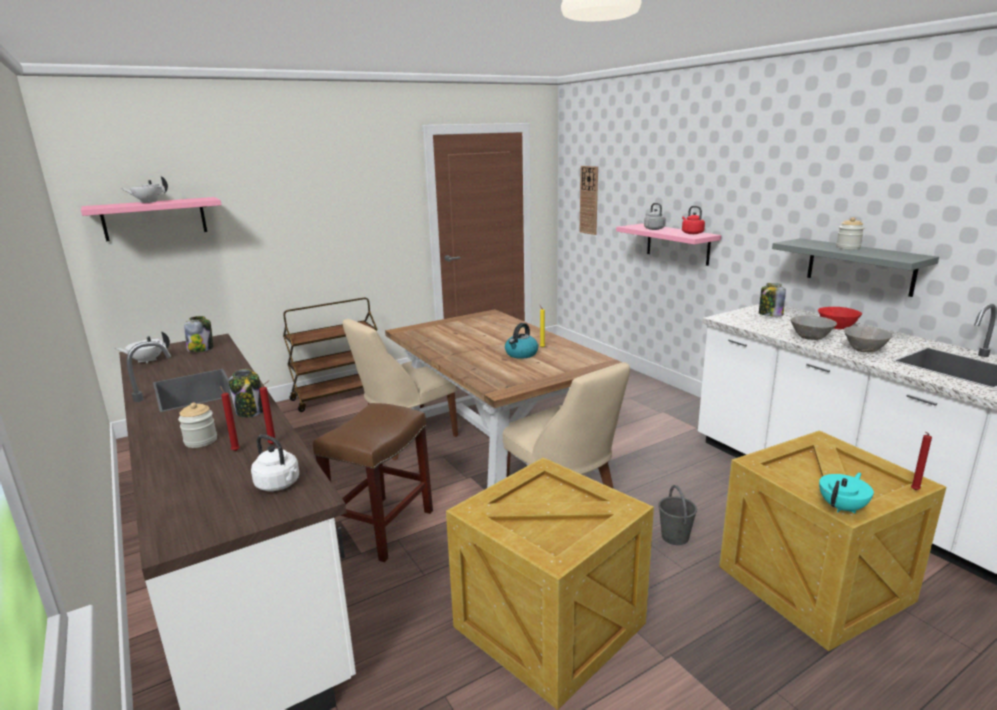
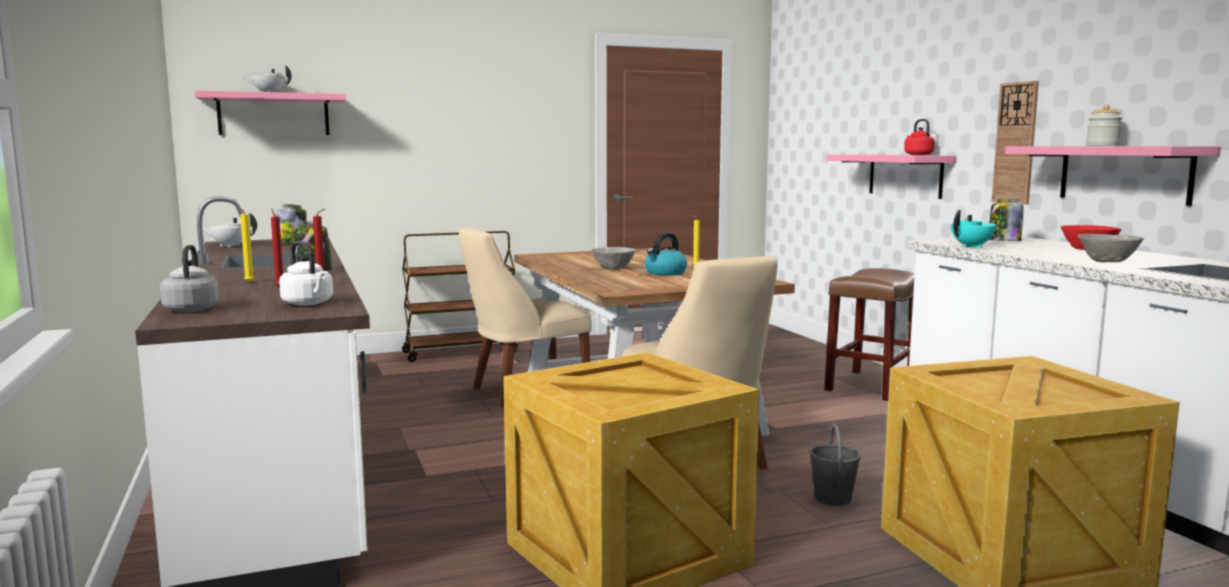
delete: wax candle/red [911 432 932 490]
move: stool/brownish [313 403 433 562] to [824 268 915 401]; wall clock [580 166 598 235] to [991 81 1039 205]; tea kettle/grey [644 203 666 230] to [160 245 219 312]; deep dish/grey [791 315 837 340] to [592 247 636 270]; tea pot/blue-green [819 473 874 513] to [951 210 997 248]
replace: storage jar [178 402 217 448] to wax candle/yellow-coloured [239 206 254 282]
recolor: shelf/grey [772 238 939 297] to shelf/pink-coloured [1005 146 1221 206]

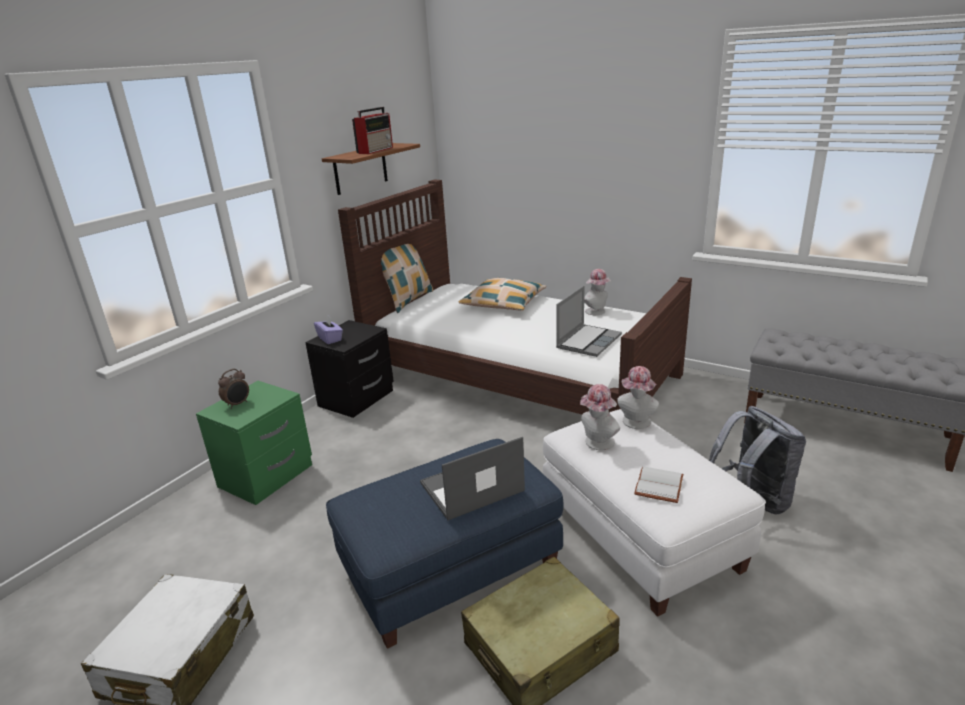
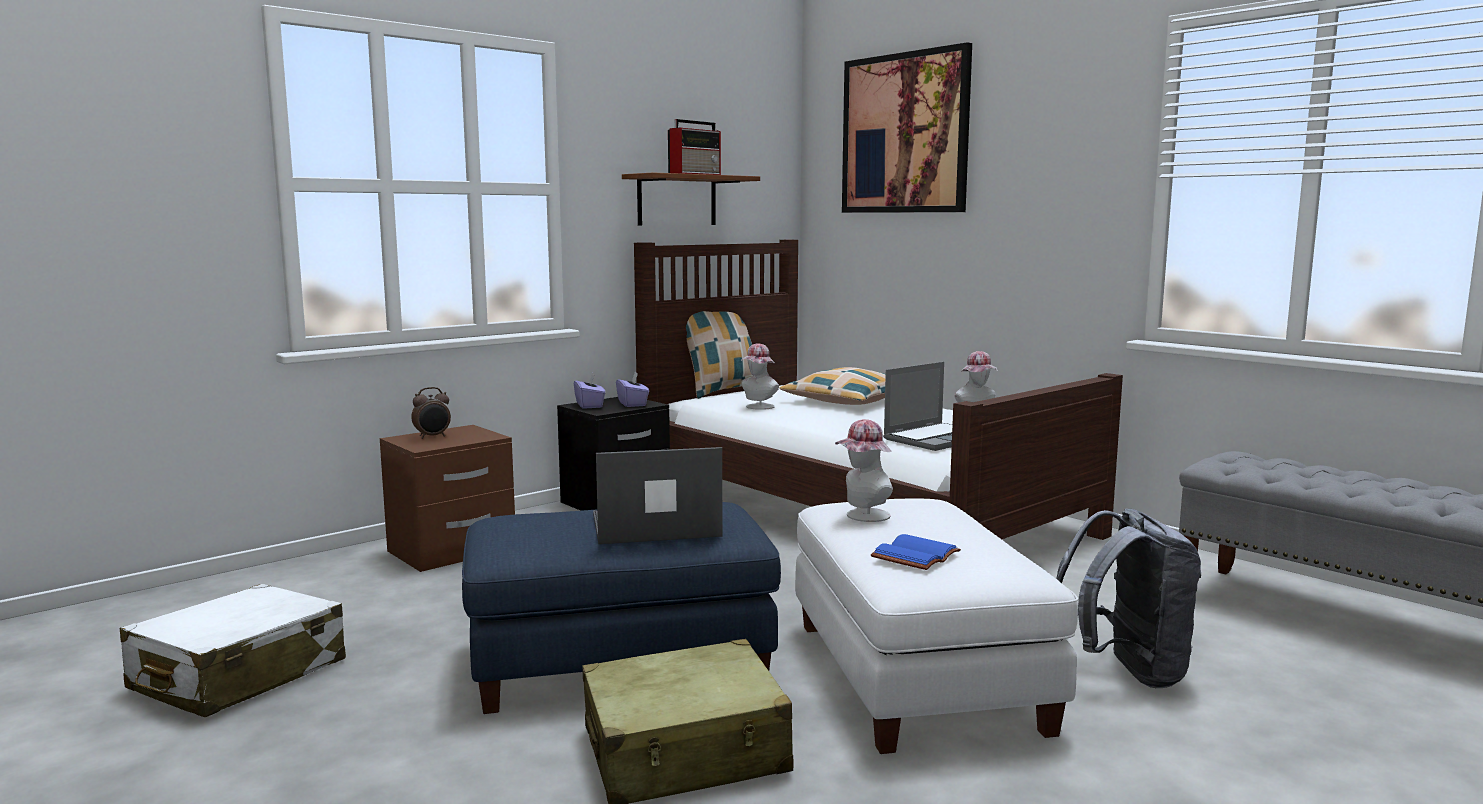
insert: tissue box/purple-coloured [616 372 649 407]; wall picture [842 42 972 213]
move: clothing hat [617 366 659 429] to [741 343 779 410]
recolor: nightstand/green [196 381 312 505] to nightstand/brownish [380 425 515 572]; bound book/whitish [634 466 683 503] to bound book/blue [871 534 961 570]

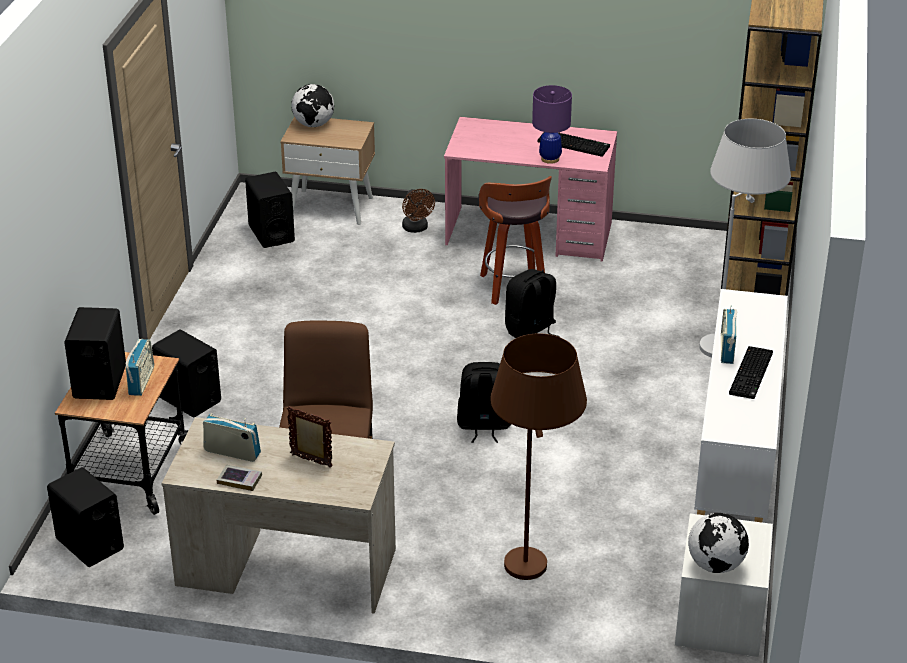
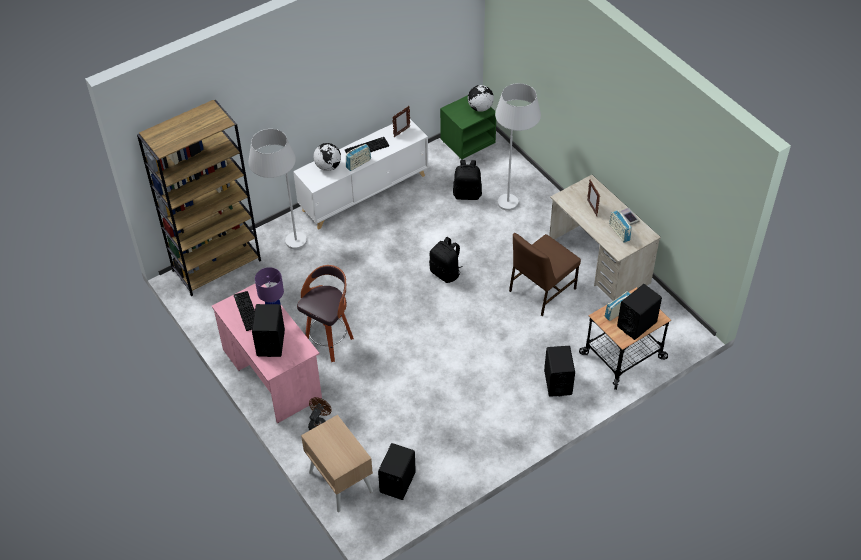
insert: standing frame [392 106 410 137]
move: audio speaker/black-coloured [47 467 124 567] to [252 304 285 357]; world globe [291 84 334 127] to [313 143 341 171]; rucksack/black-coloured [505 269 560 338] to [453 160 482 200]
recolor: standing lamp/brownish [490 333 587 580] to standing lamp/whitish [495 83 541 211]; nightstand/whitish [675 514 773 657] to nightstand/green [440 95 496 160]

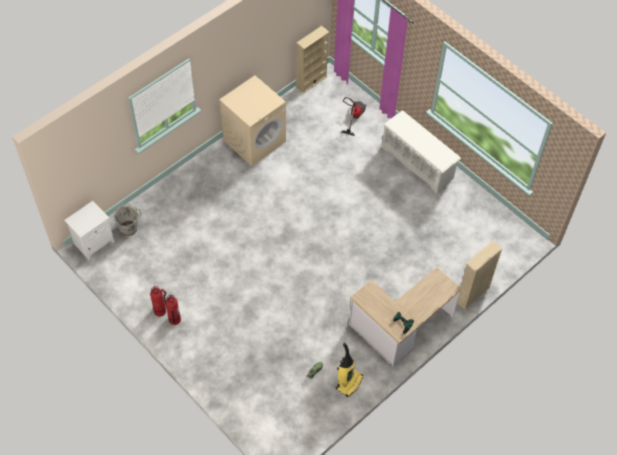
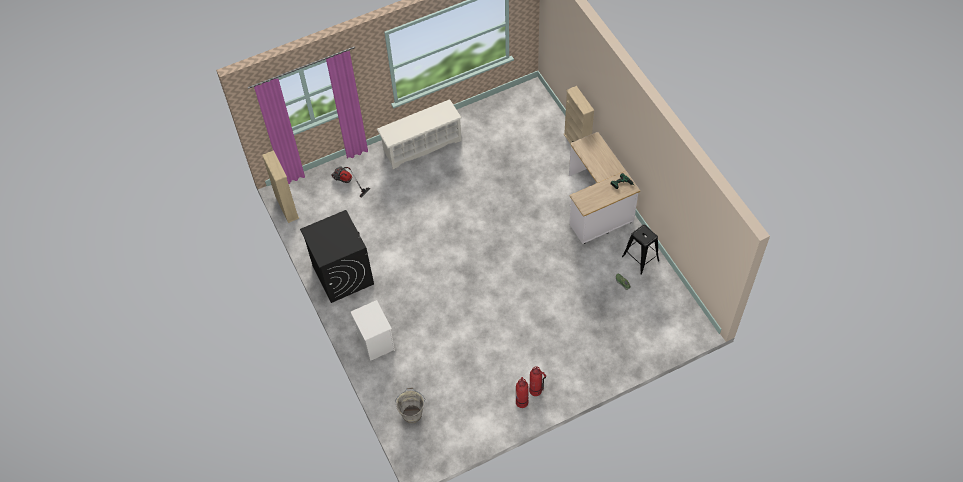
move: nightstand/whitish [64 201 114 261] to [351 300 395 361]
replace: vacuum [336 343 363 397] to stool/black-coloured [622 224 659 275]
recolor: laundry appliance/beige [219 75 286 166] to laundry appliance/black-coloured [300 210 374 303]

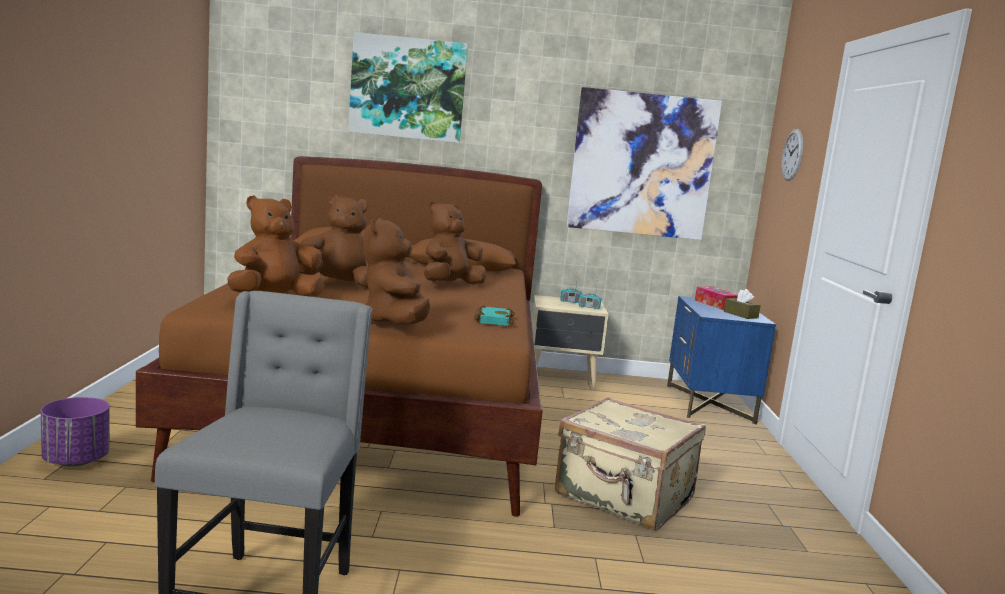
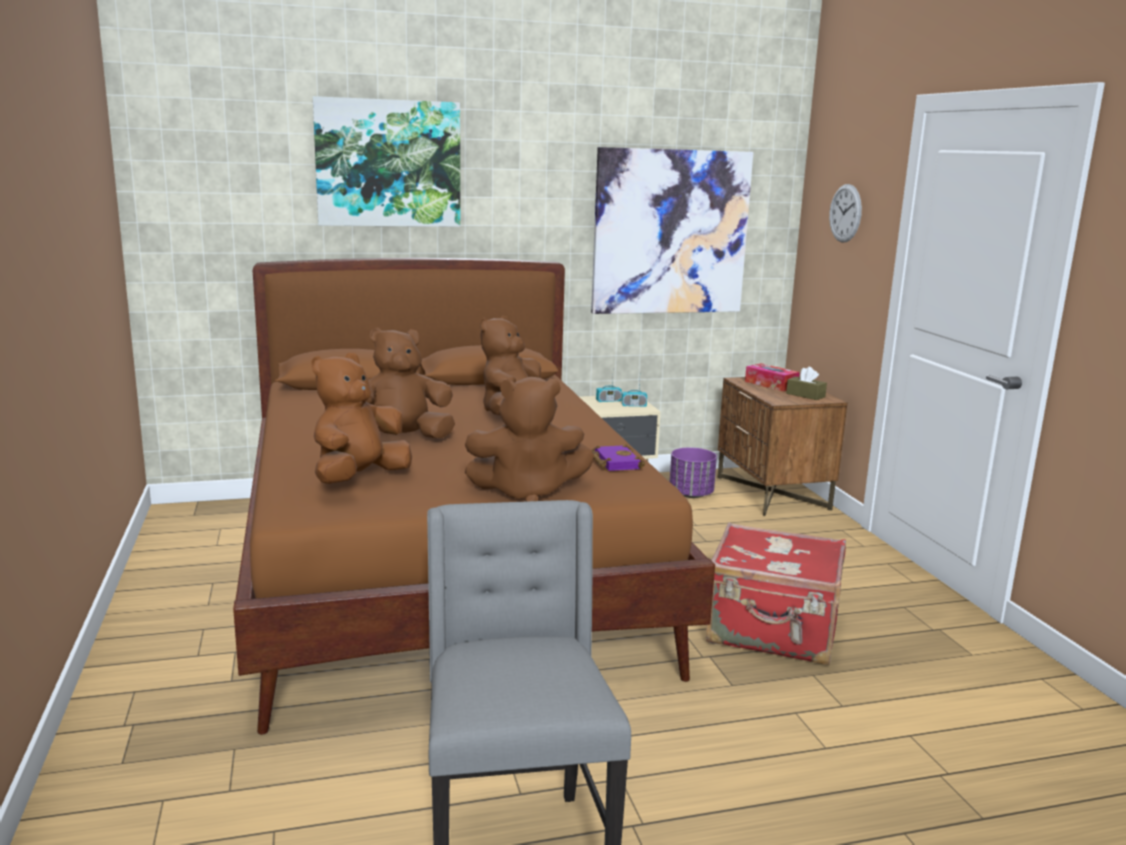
move: plant pot/purple-coloured [41 397 110 466] to [670 448 717 498]
recolor: bound book/blue-green [474 305 515 326] to bound book/purple-coloured [591 444 645 471]; suitcase/beige [555 397 706 531] to suitcase/red [706 523 846 665]; nightstand/blue [667 296 776 425] to nightstand/brownish [718 377 848 516]
rotate: cuddly toy/brownish [363 218 430 325] = [465 377 594 502] 75 degrees counterclockwise

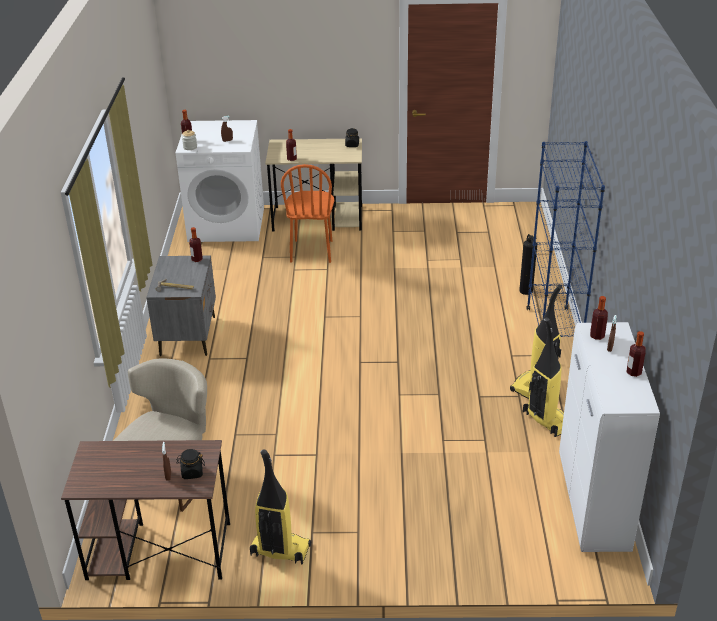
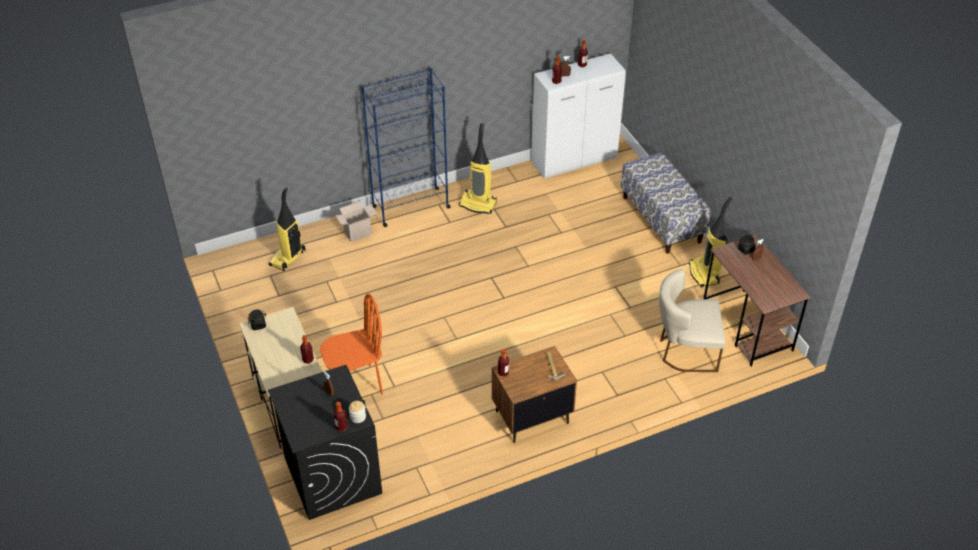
insert: bench [621 153 711 254]
move: vacuum [523 317 564 437] to [268 188 306 271]
replace: fire extinguisher [519 234 537 295] to carton [335 202 377 242]
recolor: nightstand/grey [146 255 216 356] to nightstand/brownish [492 346 577 443]; laundry appliance/whitish [176 120 264 242] to laundry appliance/black-coloured [268 365 382 520]

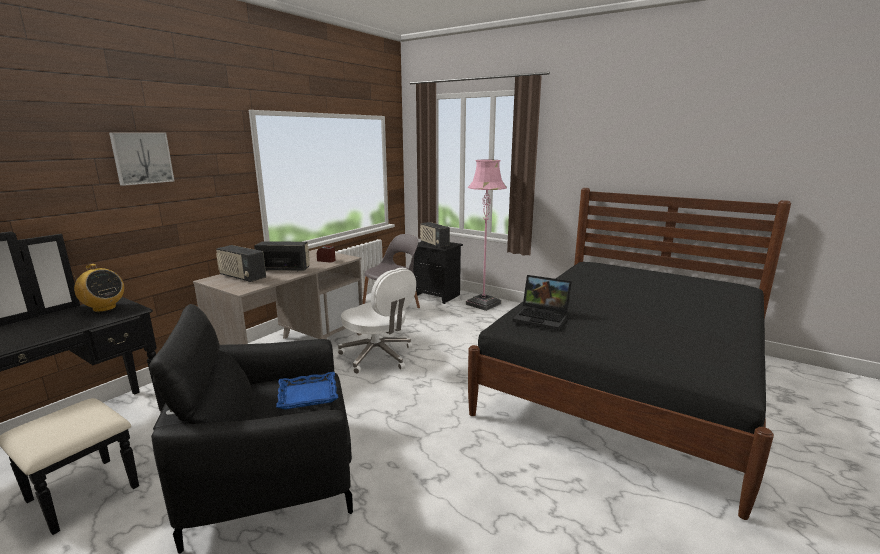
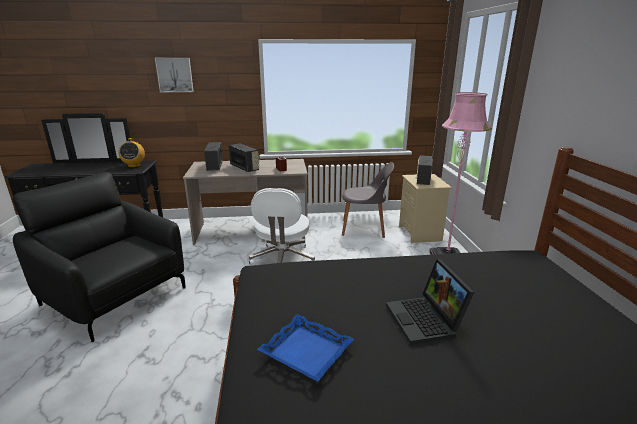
move: serving tray/blue [276 372 338 409] to [257 314 354 382]; laptop [513 275 572 331] to [386 259 474 345]
recolor: nightstand/black-coloured [413 241 463 304] to nightstand/beige [399 174 452 243]

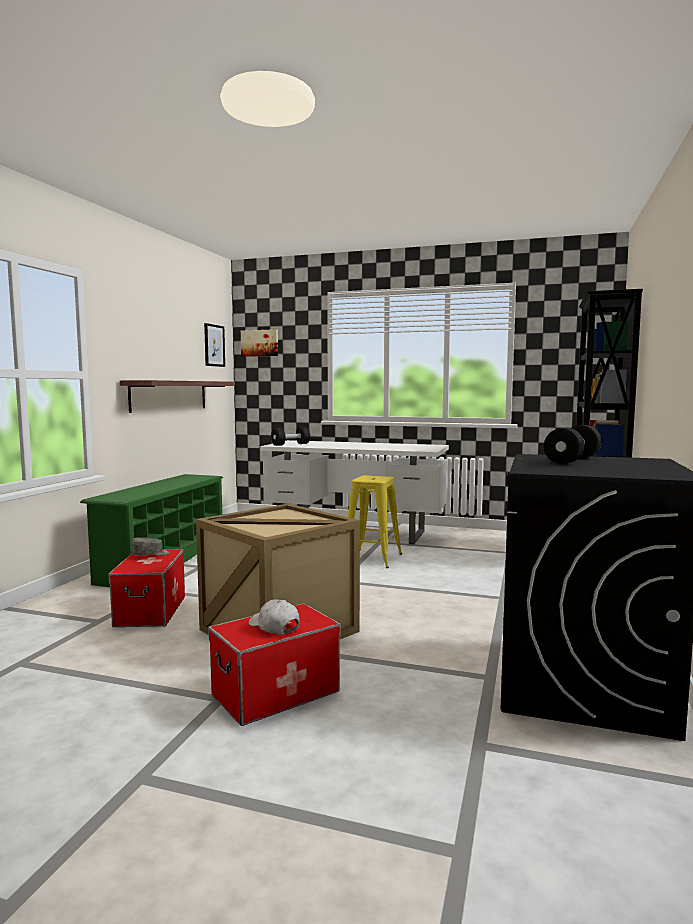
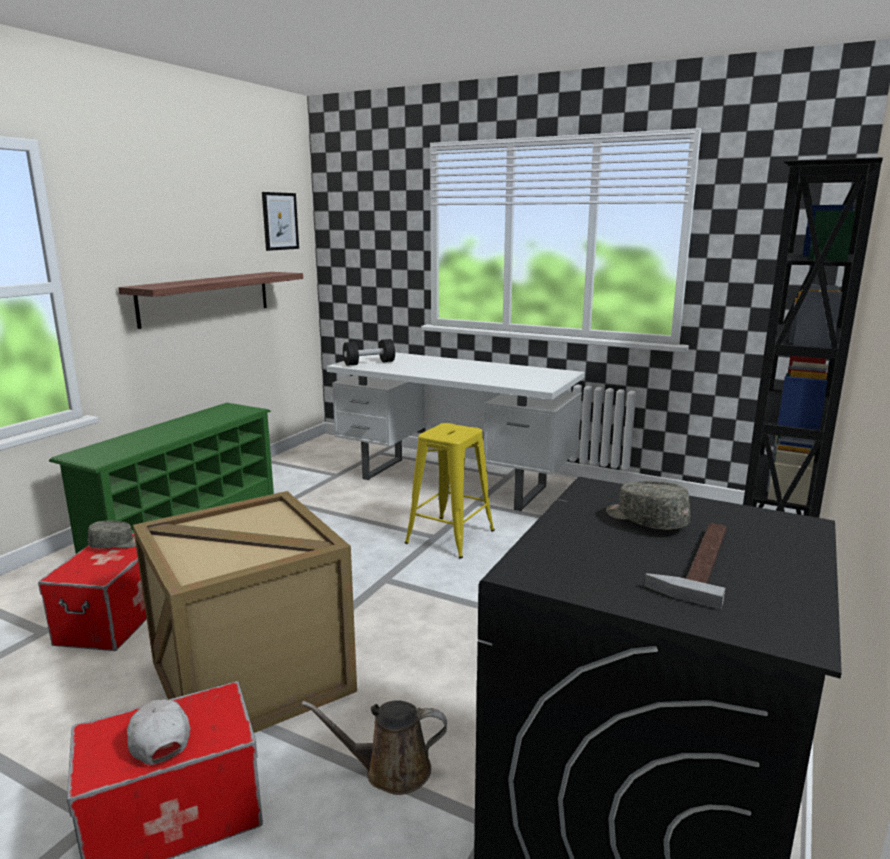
delete: wall picture [241 329 278 357]
insert: watering pot/brownish [301 700 447 795]; hammer [644 523 726 609]
replace: dumbbell/black-coloured [544 425 602 464] to peaked cap/grey [606 481 690 530]

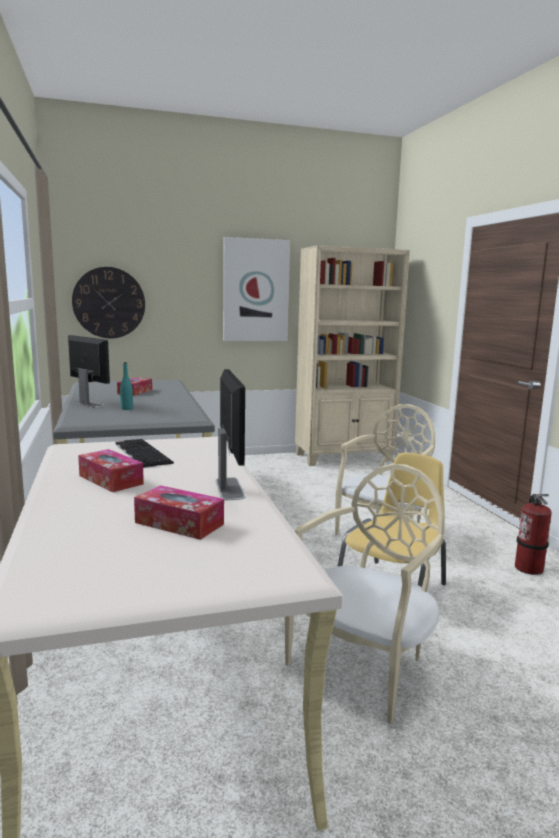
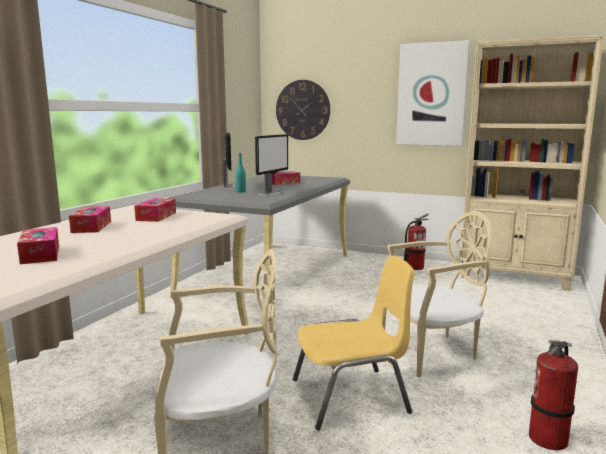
insert: fire extinguisher [404 213 429 270]
move: monitor [216 369 246 500] to [255 134 288 196]
replace: computer keyboard [116 439 174 468] to tissue box [134 198 176 222]

